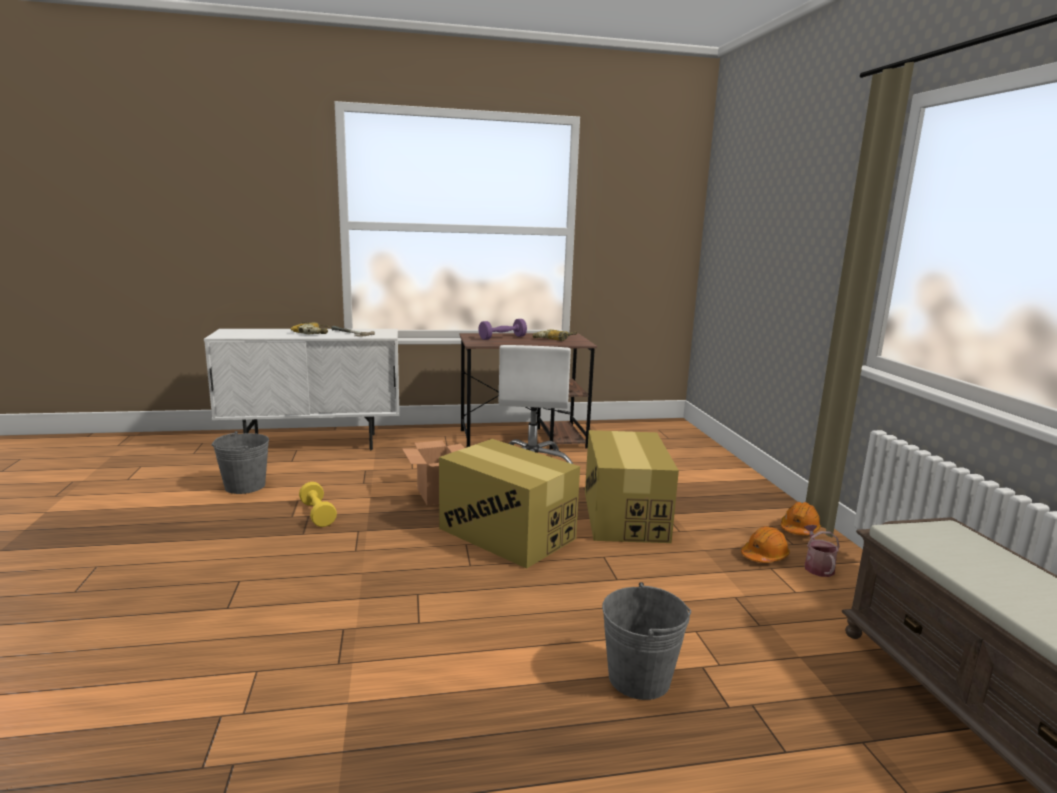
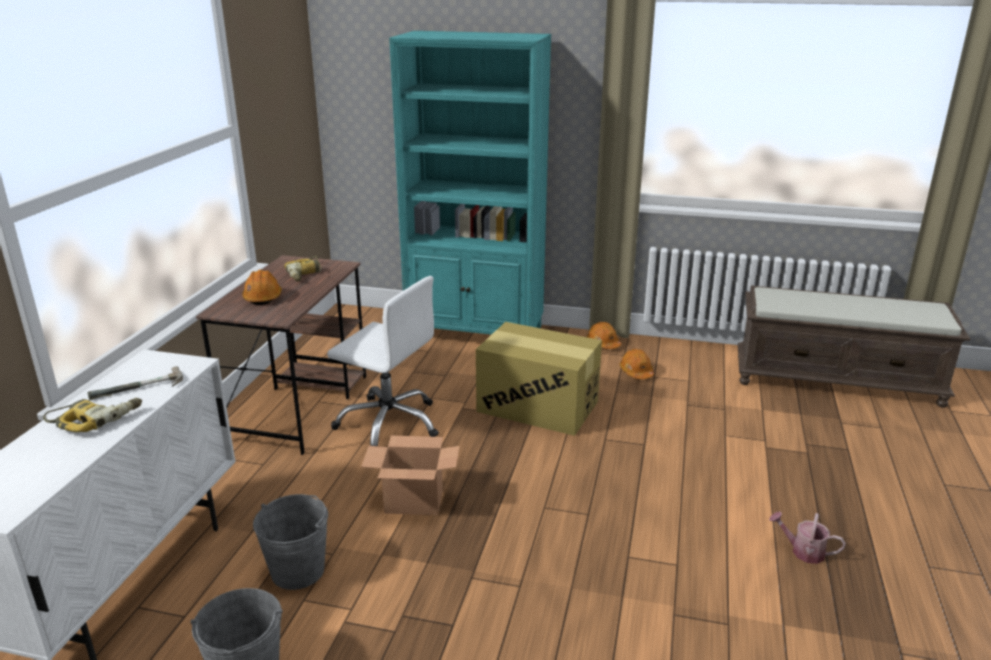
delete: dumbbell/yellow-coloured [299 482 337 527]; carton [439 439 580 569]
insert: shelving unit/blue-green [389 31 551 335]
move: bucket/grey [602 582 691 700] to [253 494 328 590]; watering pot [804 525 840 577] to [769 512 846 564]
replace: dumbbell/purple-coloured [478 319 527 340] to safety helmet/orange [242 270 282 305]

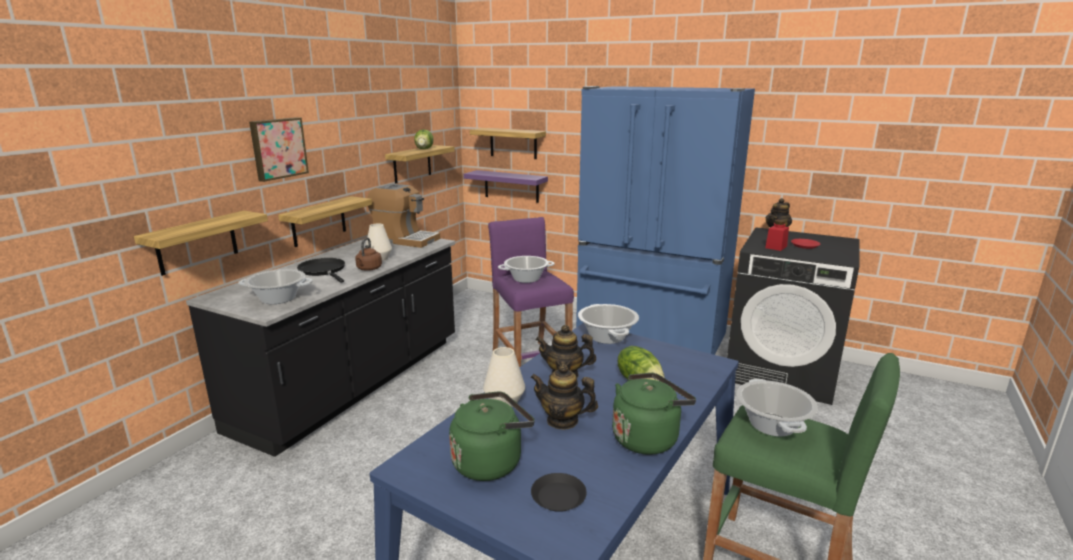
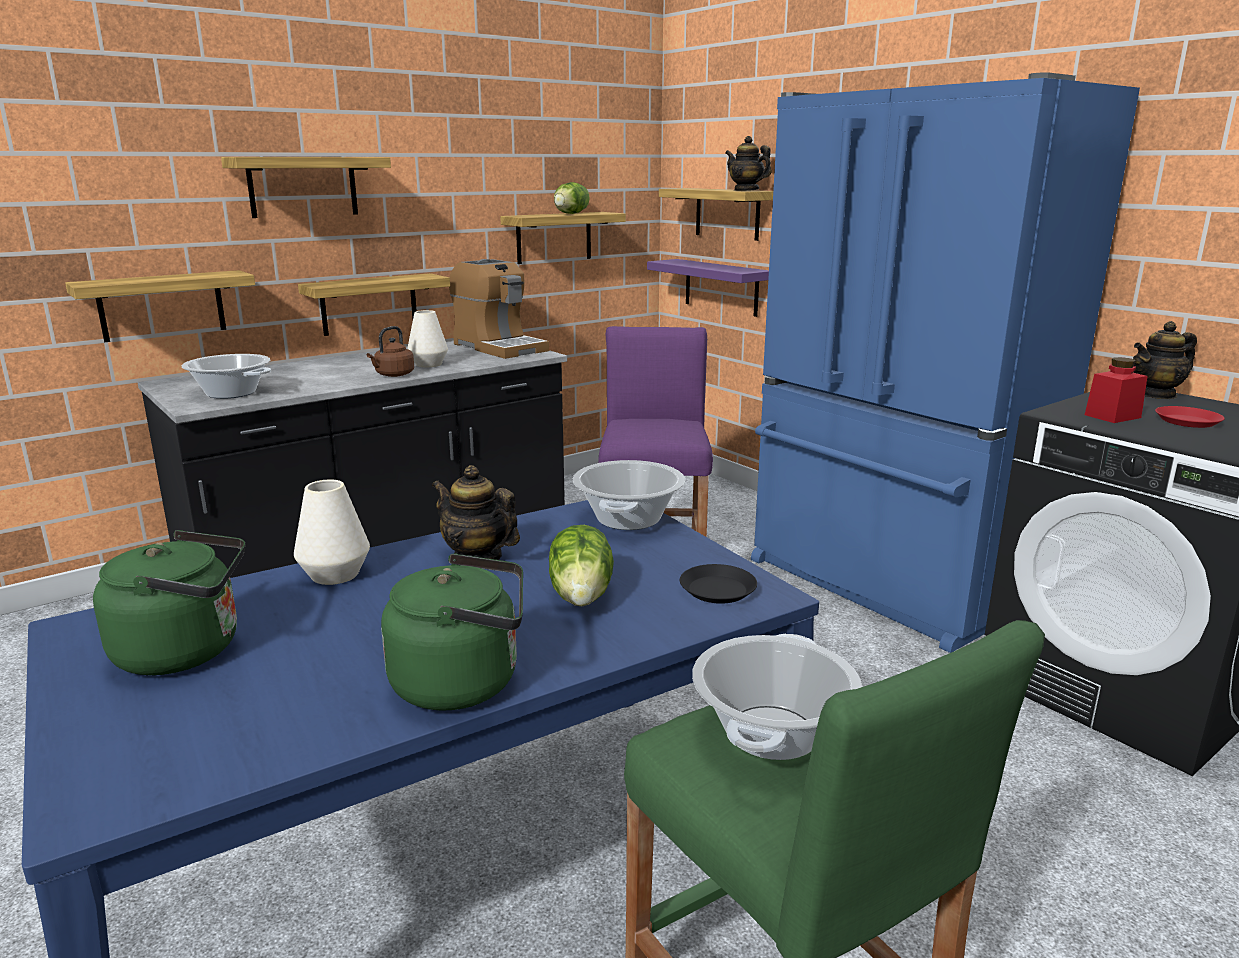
delete: skillet/black-coloured [297 258 345 283]; saucepot [498 256 555 283]
move: tea pot [530 364 598 430] to [725 136 772 191]; dinner plate/black-coloured [531 473 587 512] to [680 564 757 604]
replace: wall picture [249 117 309 182] to shelf [221 157 391 218]

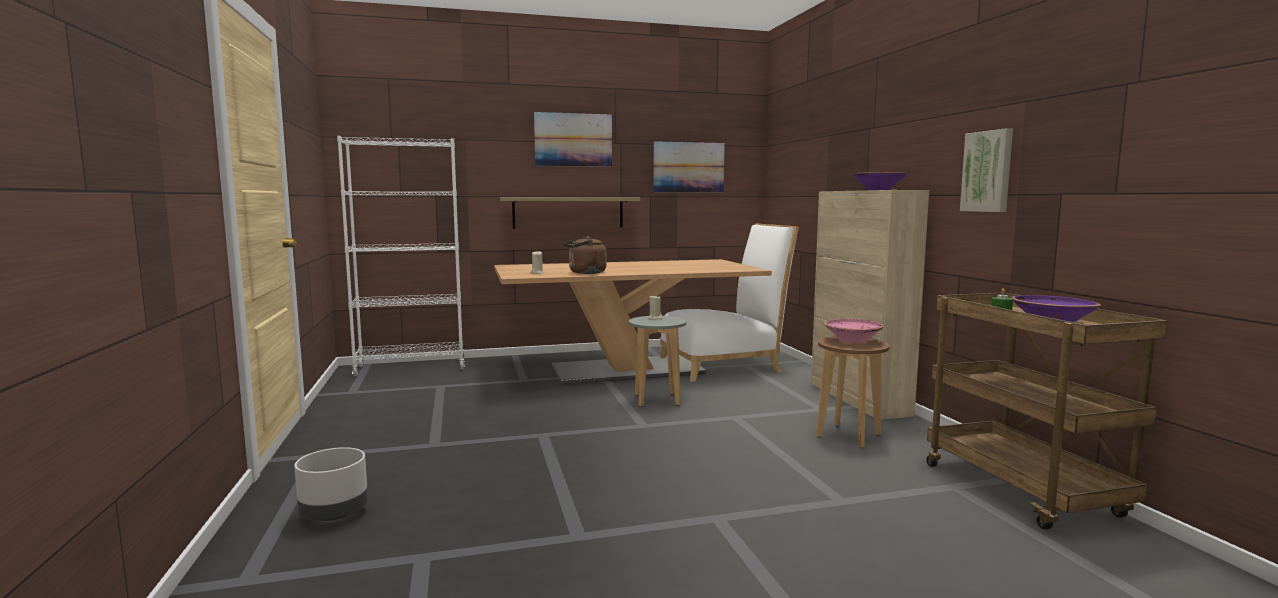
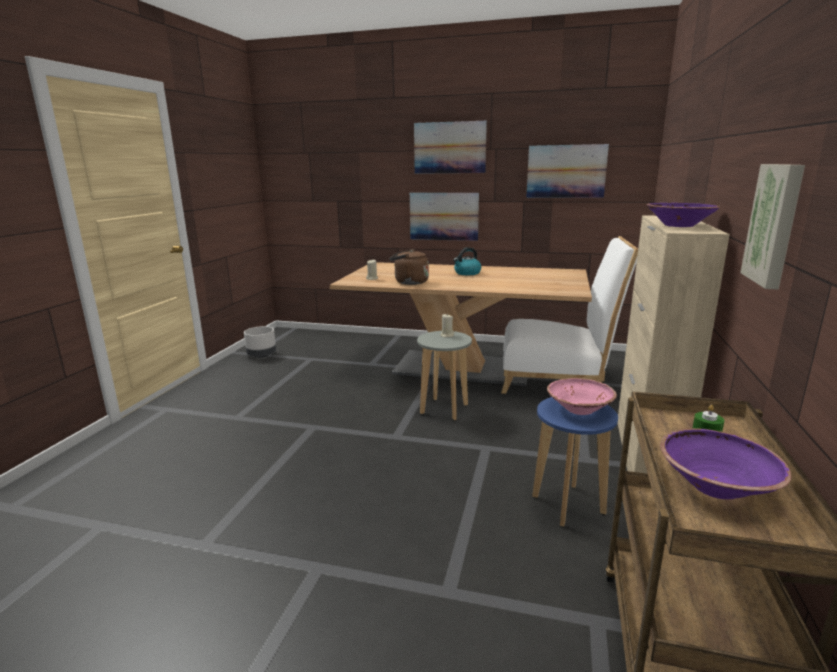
delete: shelving unit/whitish [337 136 465 376]
insert: tea kettle [453 247 481 275]
move: plant pot/grey [294 447 368 521] to [244 326 276 358]
replace: shelf [500 197 640 229] to wall picture [410 193 479 241]
recolor: stool/brownish [816 336 890 448] to stool/blue [532 397 618 527]

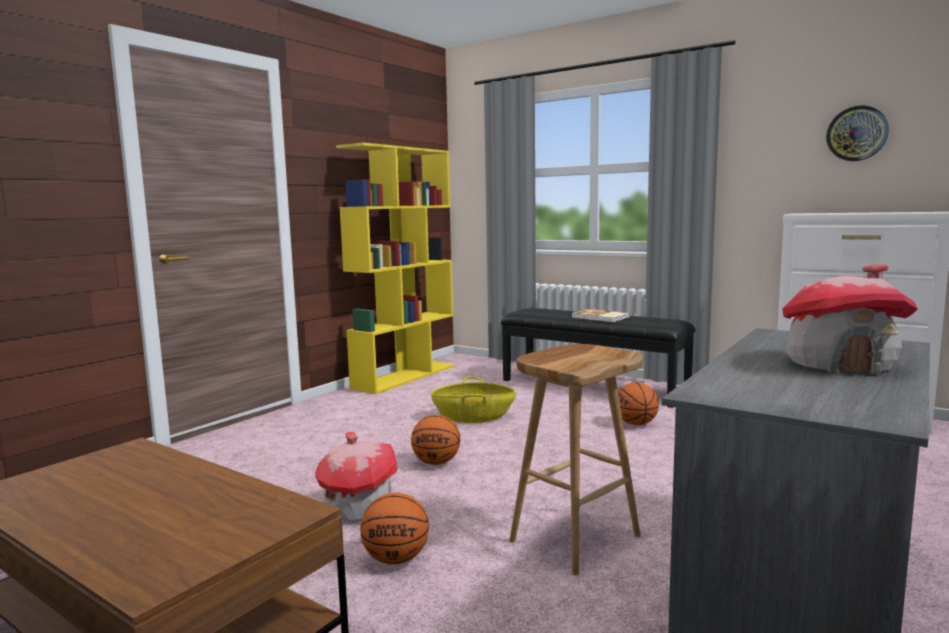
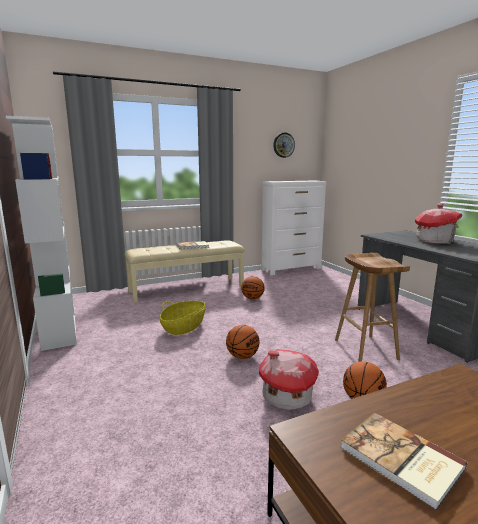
insert: bound book [340 412 467 511]
recolor: shelving unit/yellow-coloured [336 142 455 394] to shelving unit/whitish [6 116 77 351]; bench/black-coloured [501 308 696 408] to bench/beige [124 241 245 303]

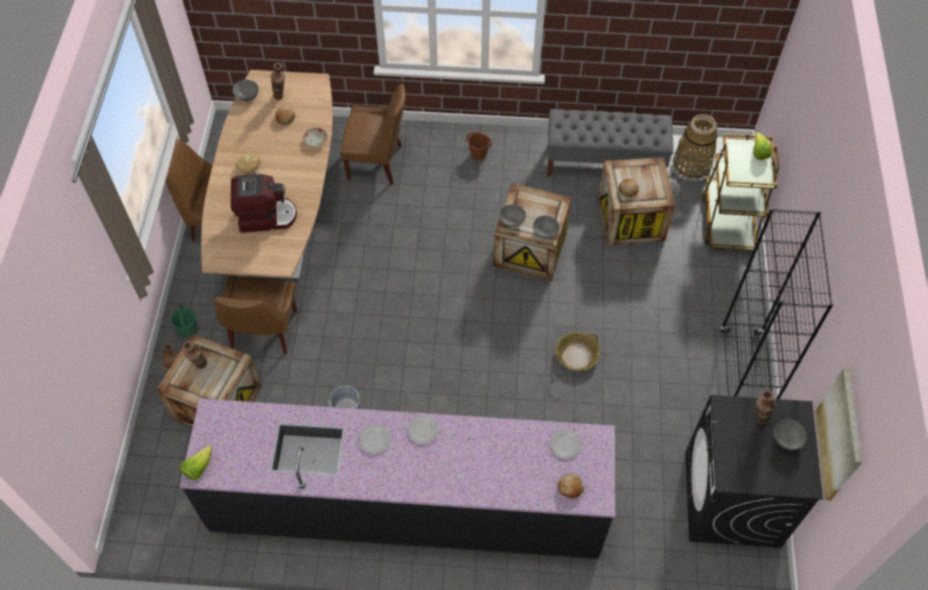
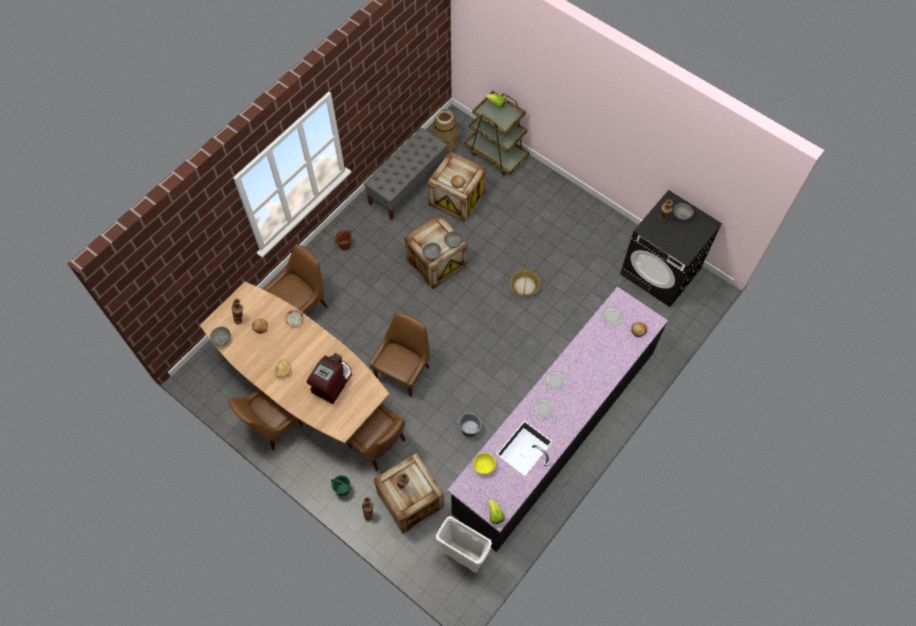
delete: shelving unit/black-coloured [720 208 833 399]; wall picture [815 368 862 501]
insert: chair/brownish [369 312 430 397]; trash can/whitish [436 516 492 573]; deep dish/yellow-coloured [473 453 496 474]

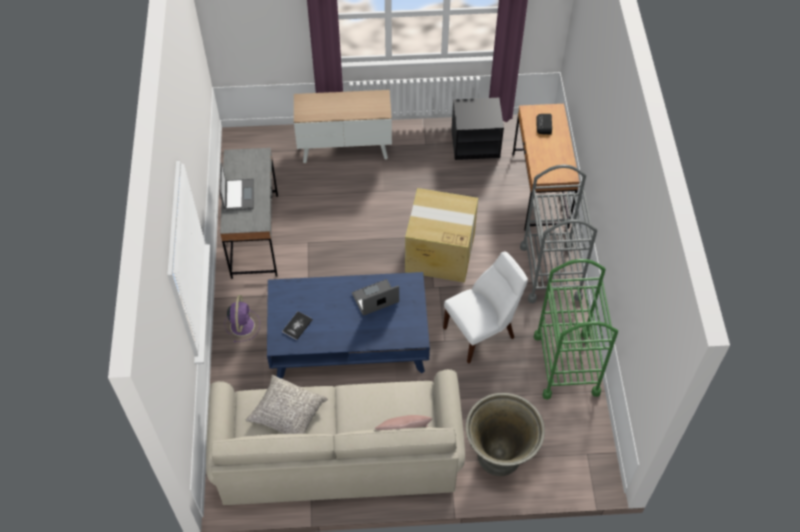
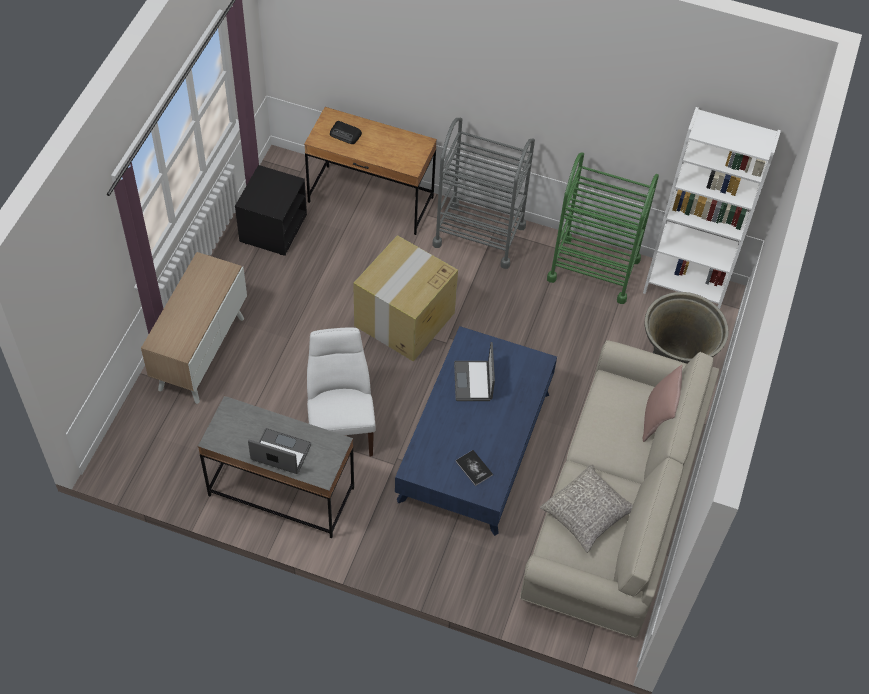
delete: cooling fan/purple-coloured [224 295 260 342]
insert: shelving unit/whitish [643 107 781 309]
move: chair/whitish [443 252 528 364] to [307 327 376 456]

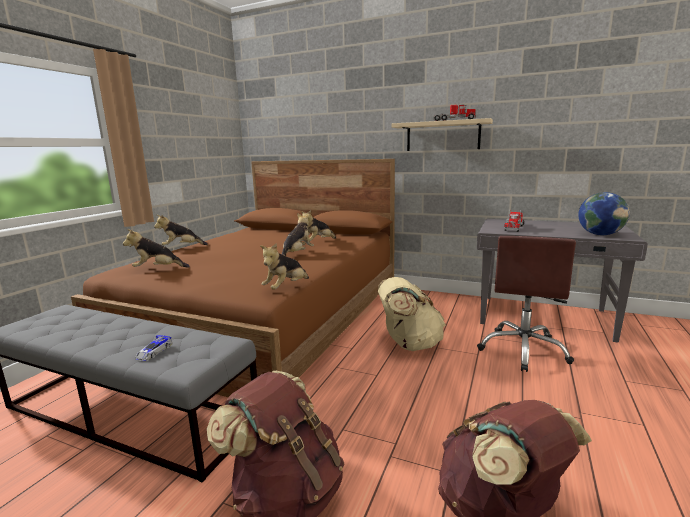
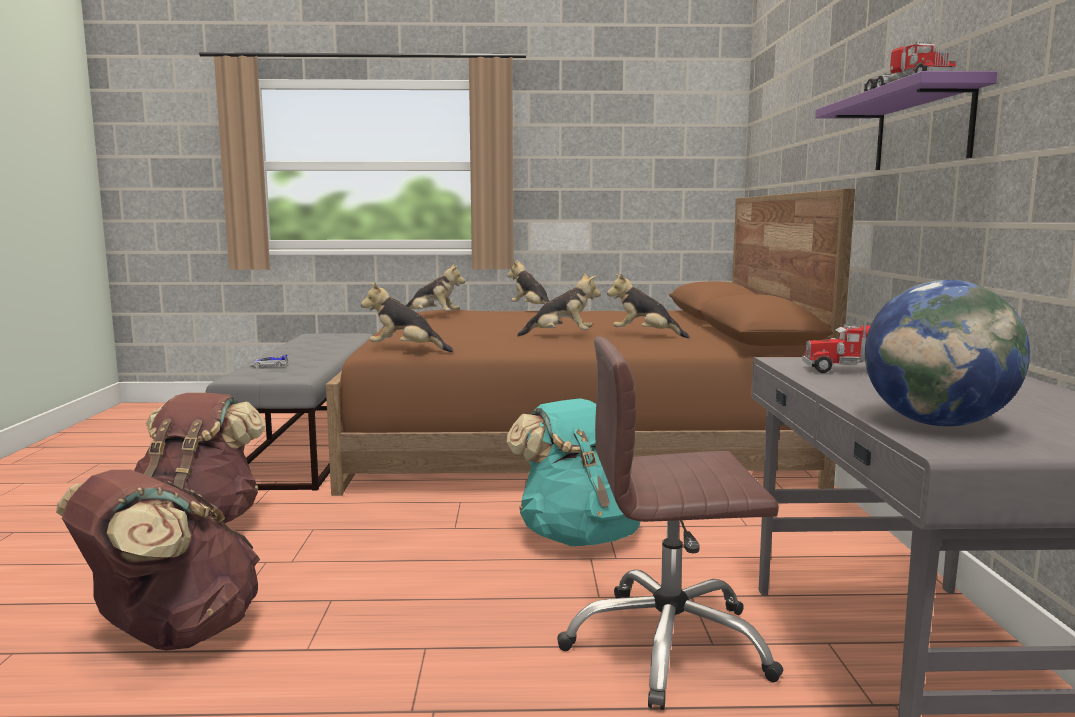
recolor: rucksack/beige [378 277 446 351] to rucksack/blue-green [506 398 640 546]; shelf/beige [391 118 493 151] to shelf/purple-coloured [815 71 997 170]
rotate: cuddly toy [123 229 190 268] = [406 264 465 311] 135 degrees clockwise

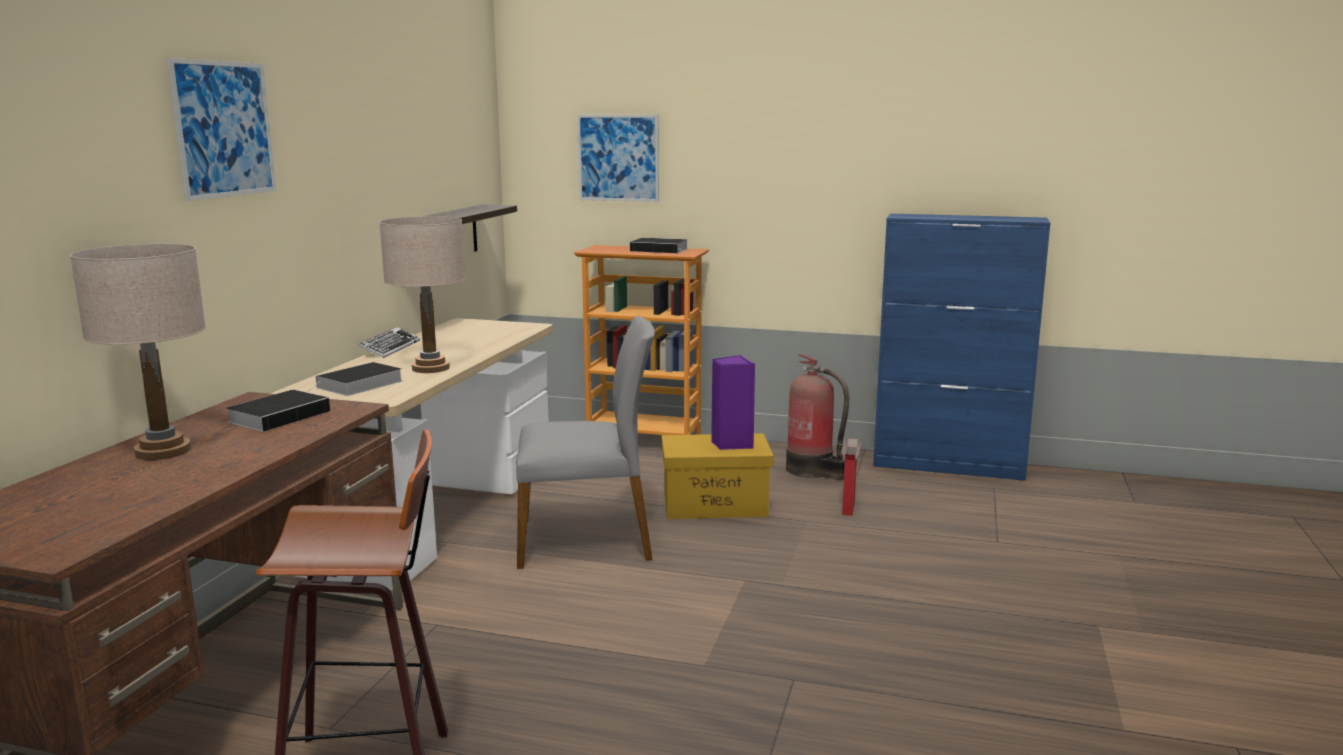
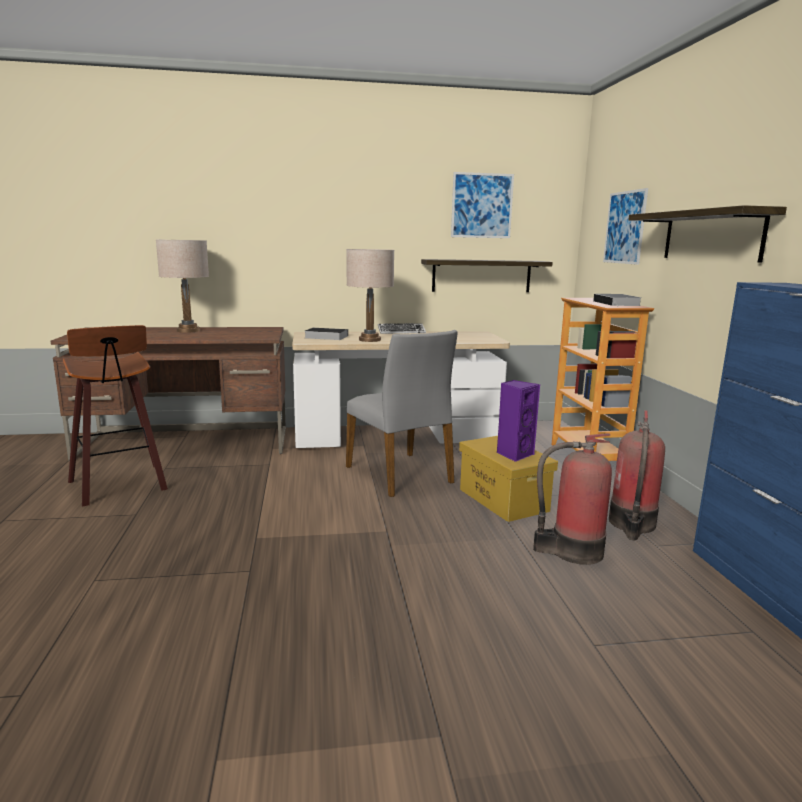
delete: bound book [226 390 337 432]
insert: shelf [628 205 787 263]
move: wall picture [167 58 276 201] to [451 172 514 238]
replace: carton [841 438 861 516] to fire extinguisher [533 433 612 565]

